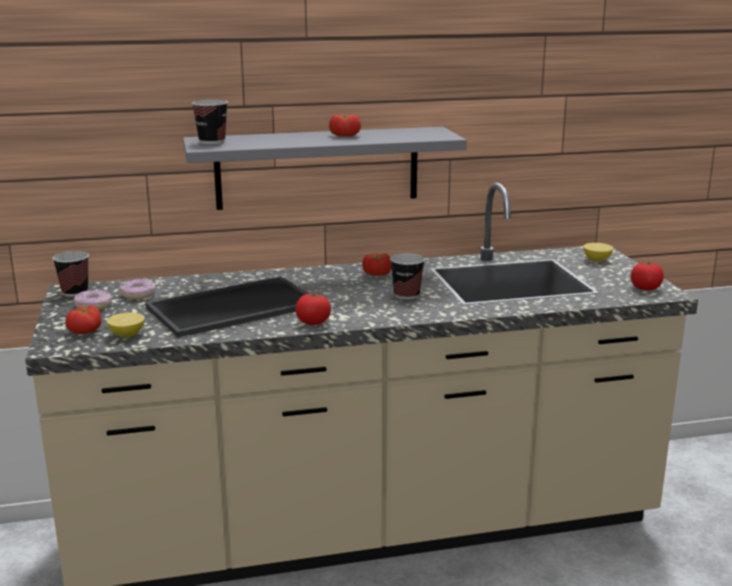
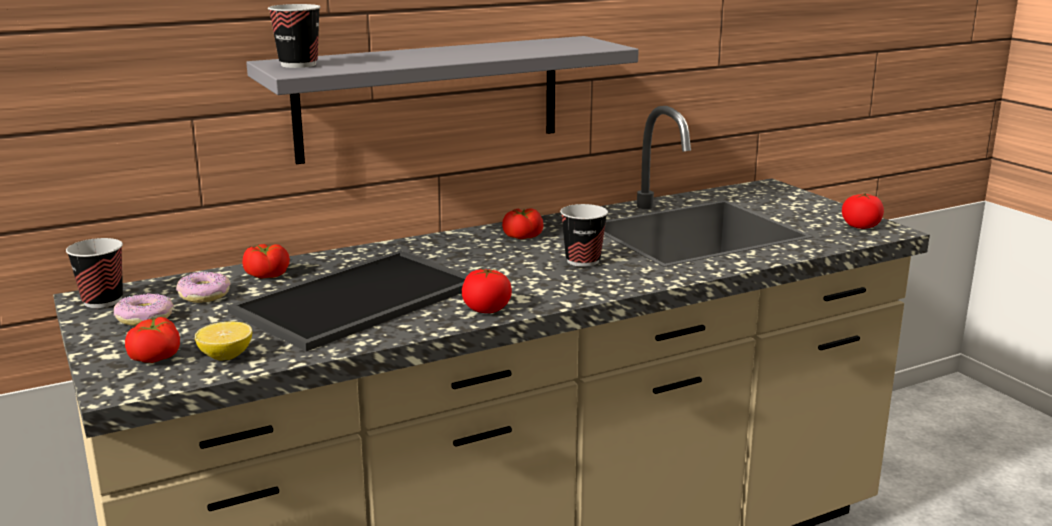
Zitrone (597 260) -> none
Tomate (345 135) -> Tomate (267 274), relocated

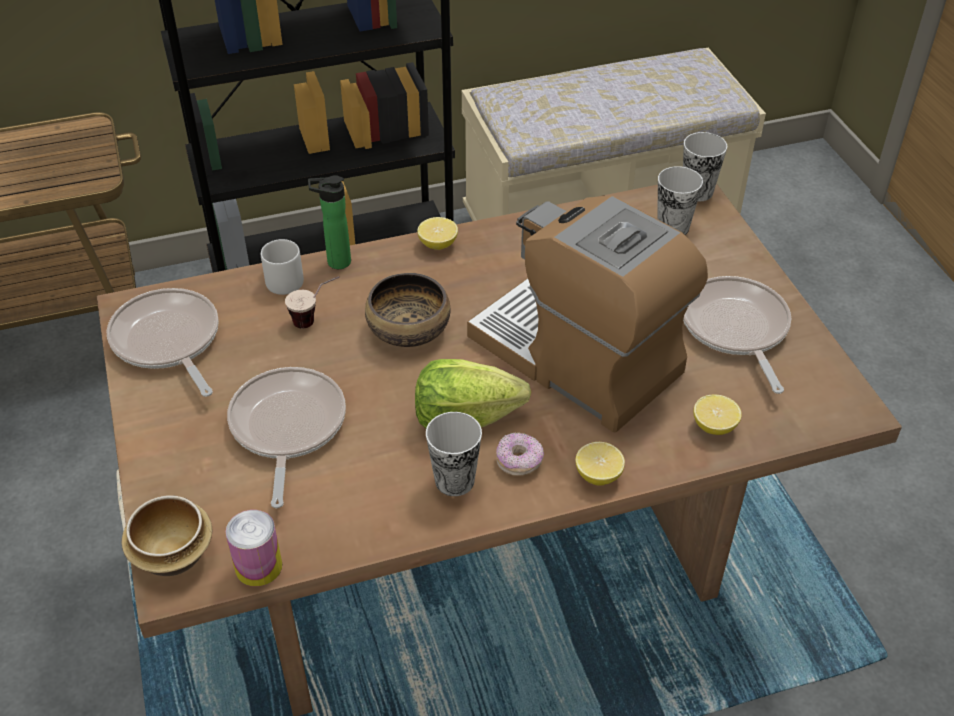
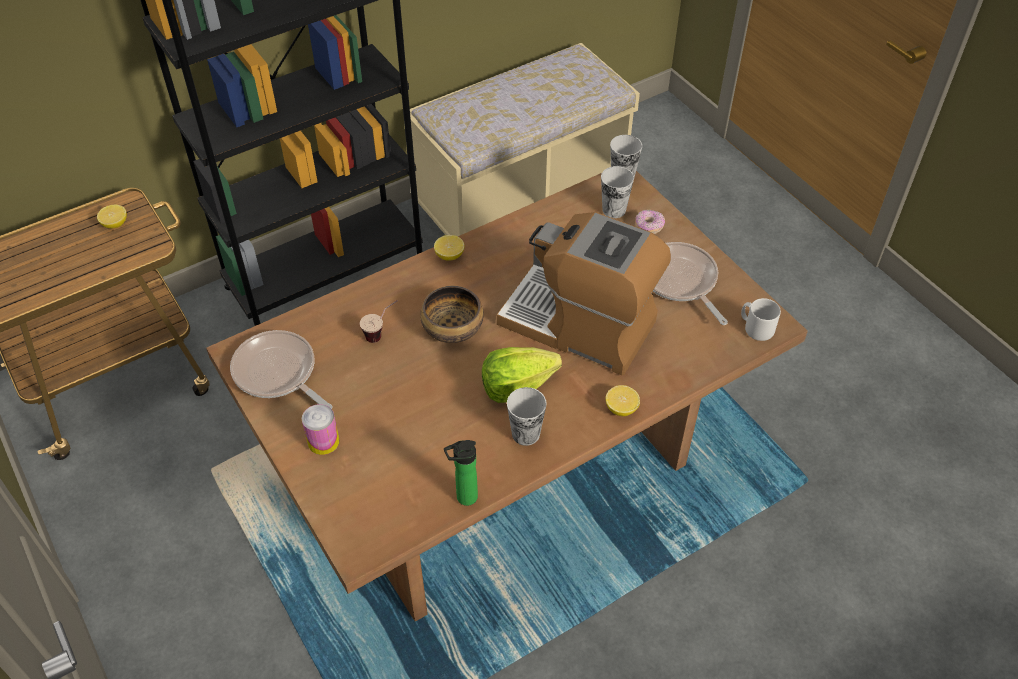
Schüssel (174 553) -> none
Pfanne (287 427) -> none
Dose (258 566) -> Dose (323 441), relocated
Henkelbecher (grau) (282 280) -> Henkelbecher (grau) (756 328), relocated
Flasche (335 262) -> Flasche (463 498), relocated
Donut (519 461) -> Donut (649 227), relocated
Zitrone (714 426) -> Zitrone (115 224), relocated

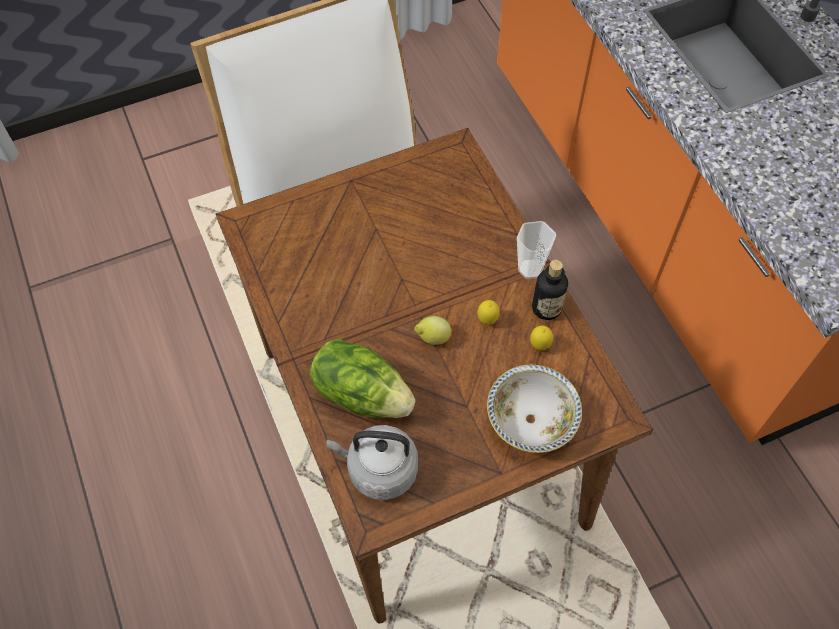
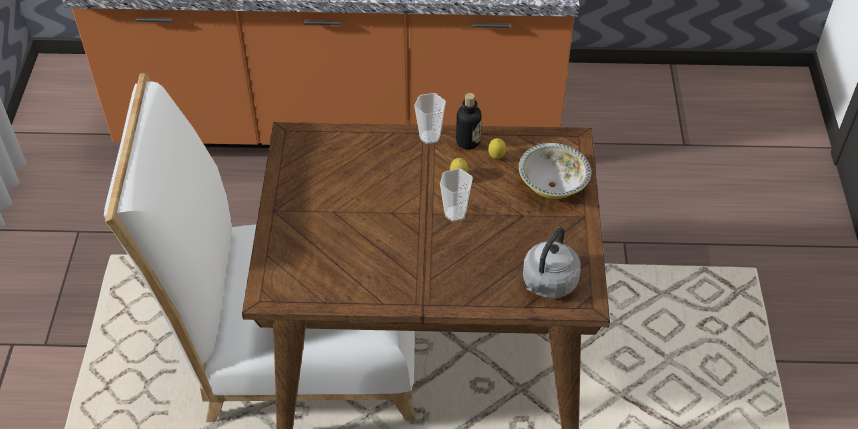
Salatkopf (362 393) -> none
Zitrone (432 338) -> Tasse (455 213)

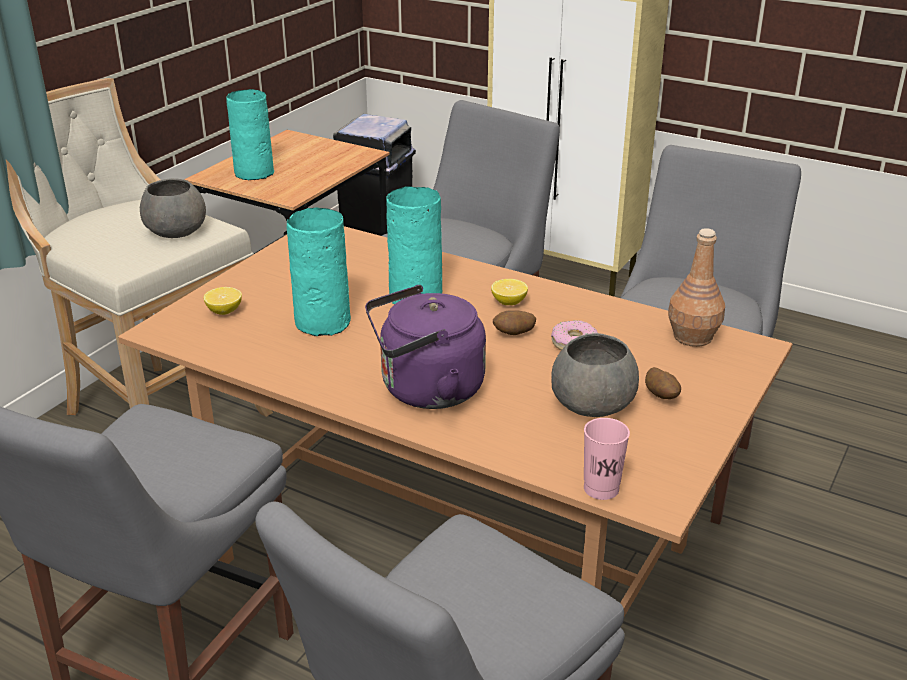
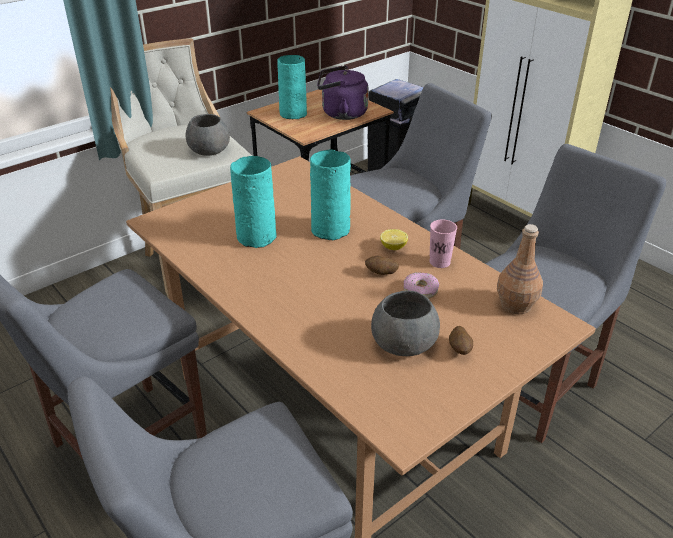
Zitrone (224 311) -> none
Wasserkessel (lila) (426 390) -> Wasserkessel (lila) (341 113), relocated
Tasse (rosa) (601 489) -> Tasse (rosa) (439 262), relocated

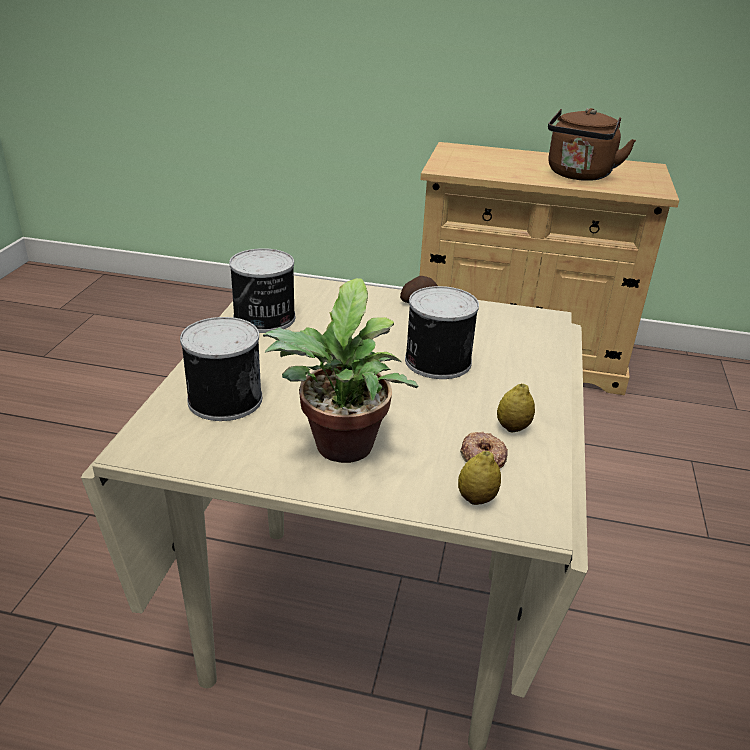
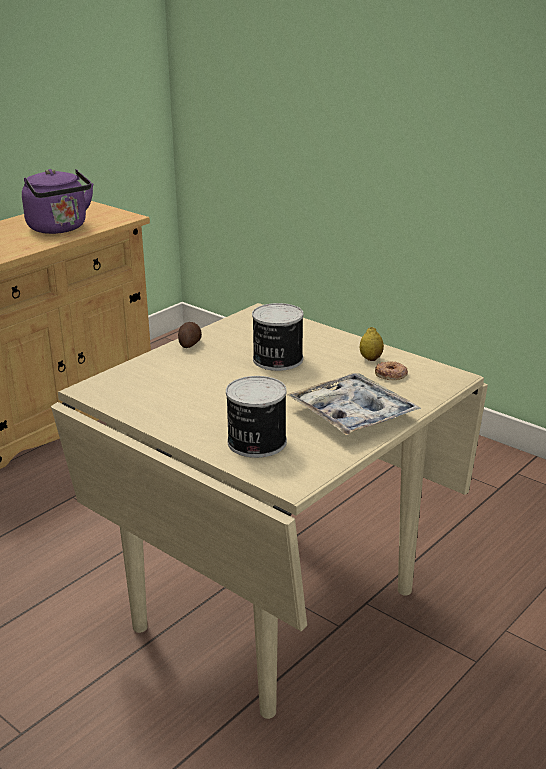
Dose (264 319) -> none
Zitrone (476 499) -> none
Topfpflanze (341 450) -> Tablett (352 414)
Wasserkessel (braun) (578 175) -> Wasserkessel (lila) (59 228)

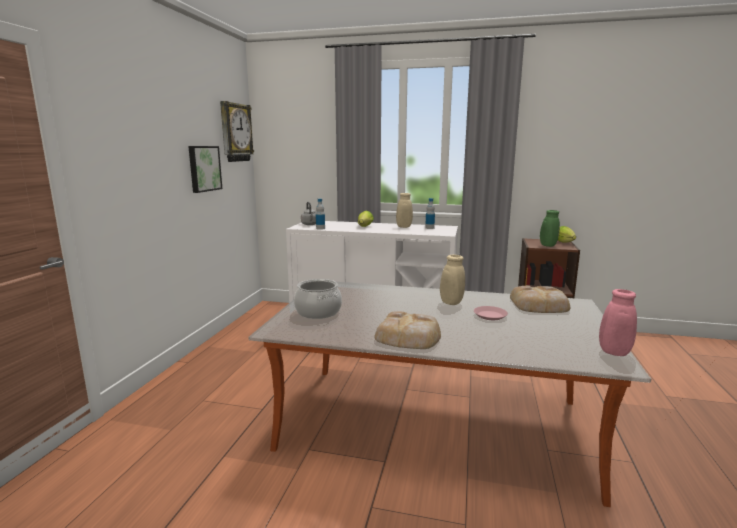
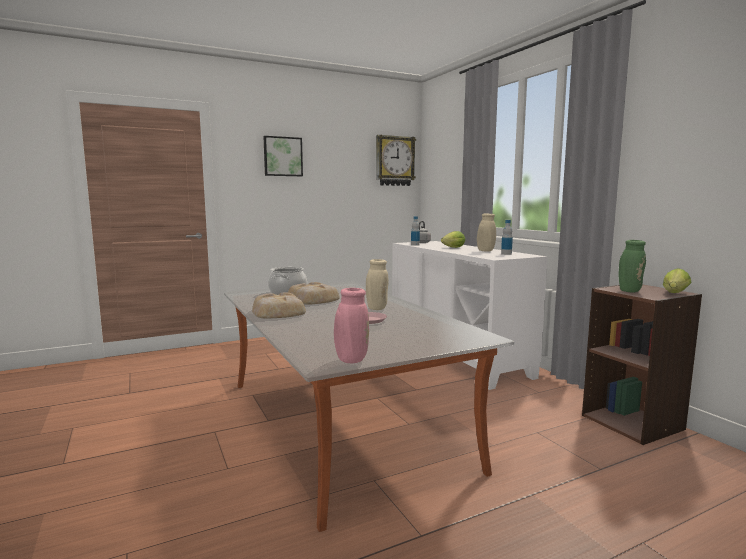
Bild (203 168) -> Bild (282 156), relocated
Brot (540 305) -> Brot (313 299), relocated

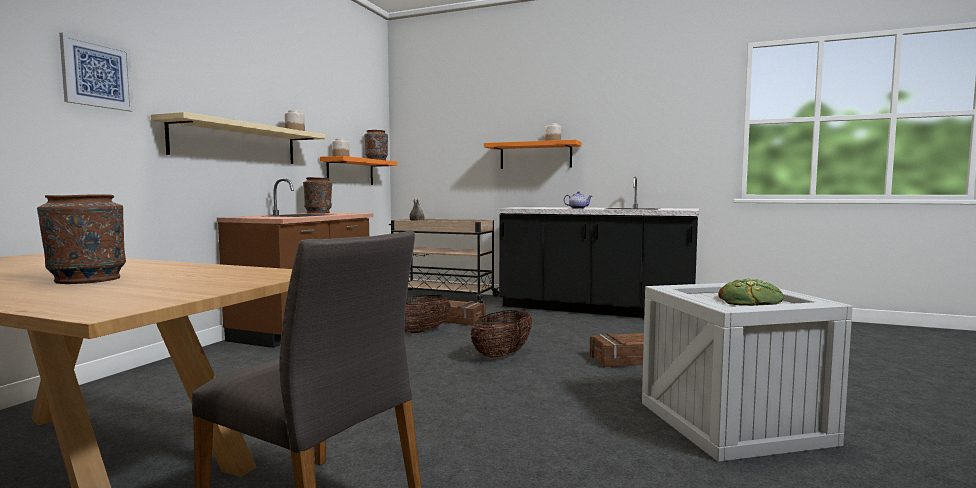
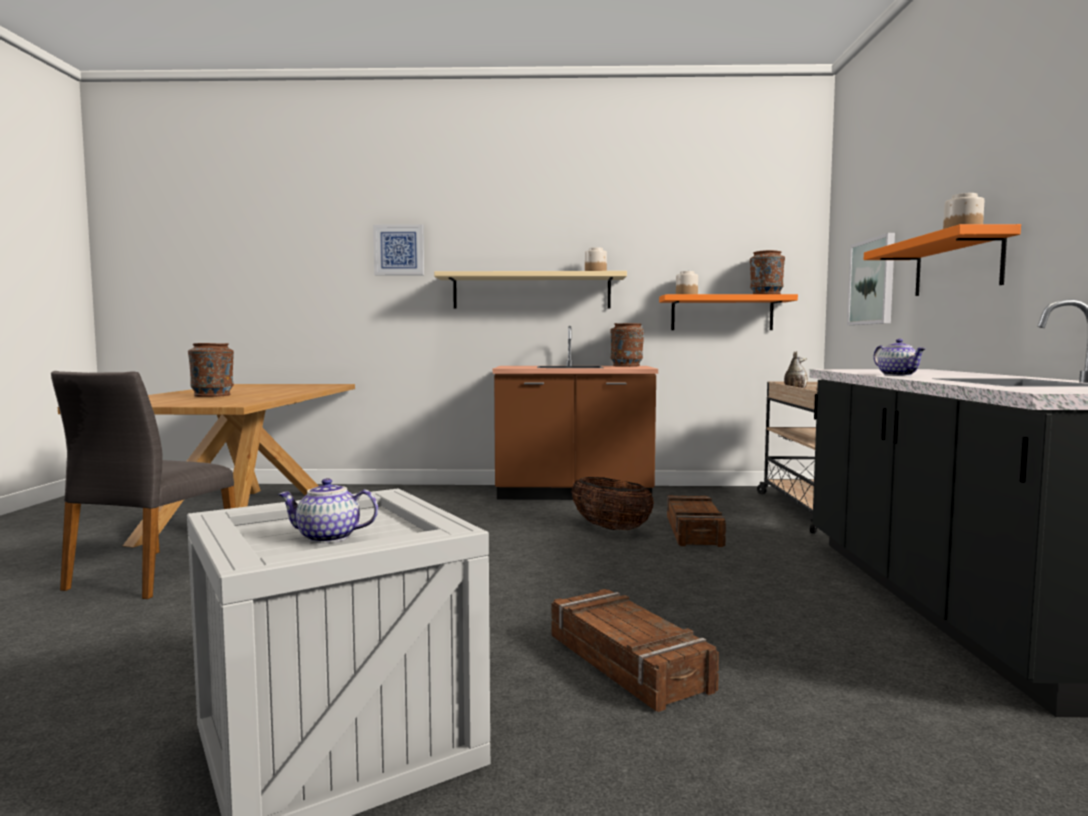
Korb (502 355) -> none
none -> Bild (872 282)
Brot (750 301) -> Teekanne (327 538)

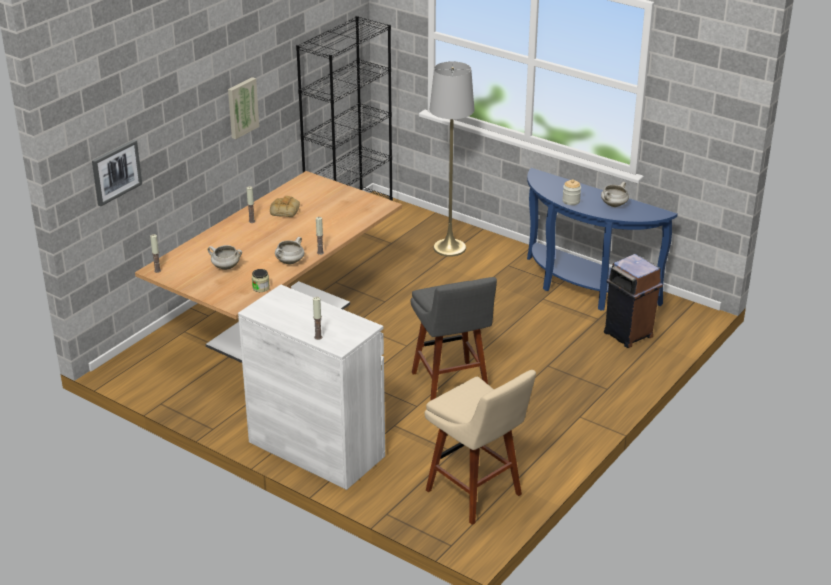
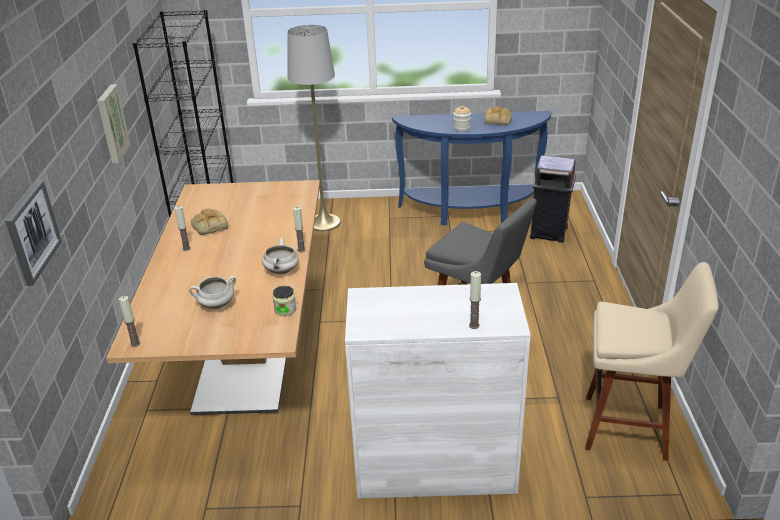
Kochtopf (weiß) (614 205) -> Brot (498 120)

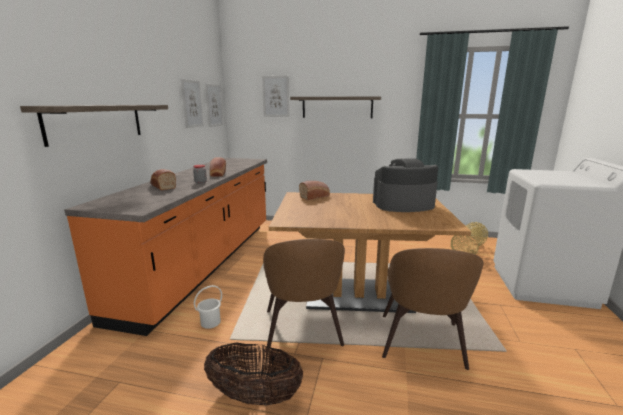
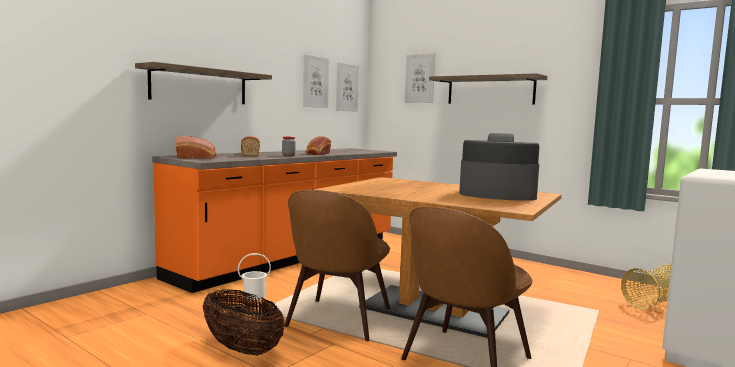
Brot (315 196) -> Brot (197 157), relocated

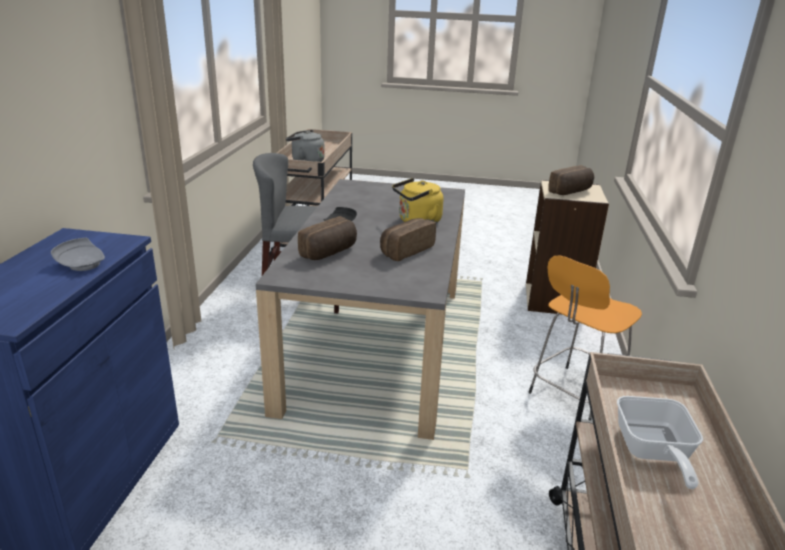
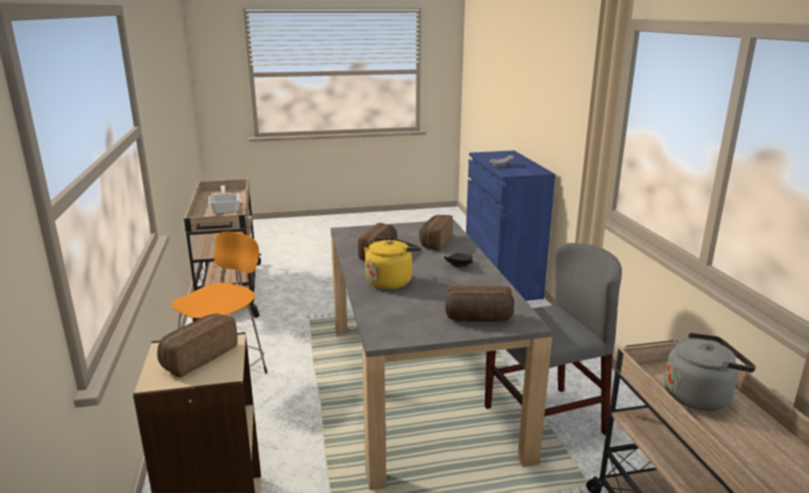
none -> Brot (478 319)

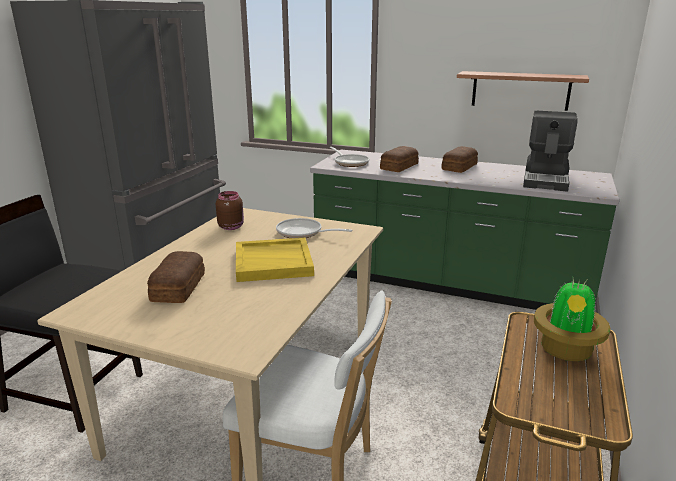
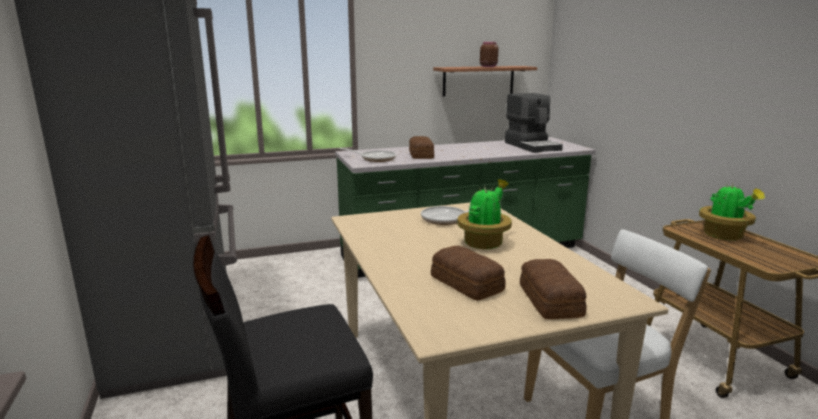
Vorratsglas (braun) (231 227) -> Vorratsglas (braun) (488 66), relocated
Brot (458 167) -> Brot (549 301), relocated
Tablett (gelb) (274 262) -> Topfpflanze (484 243)

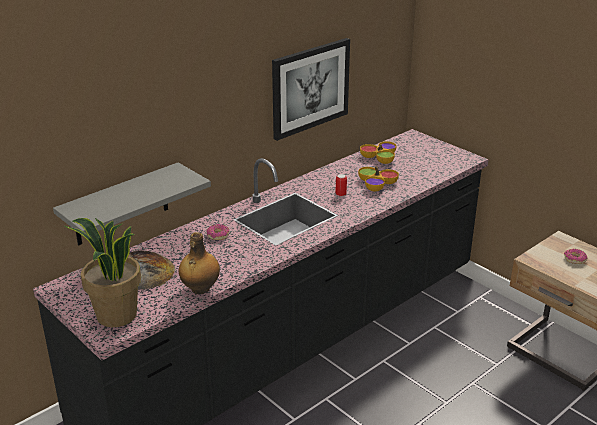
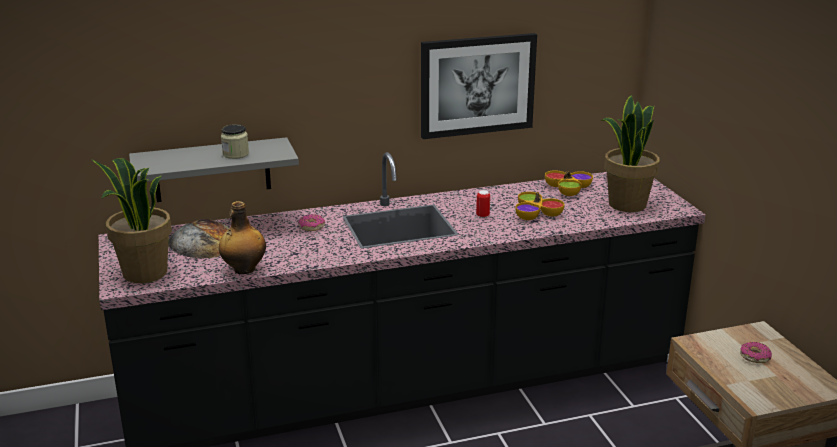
none -> Vorratsglas (235 154)
none -> Topfpflanze (626 204)

